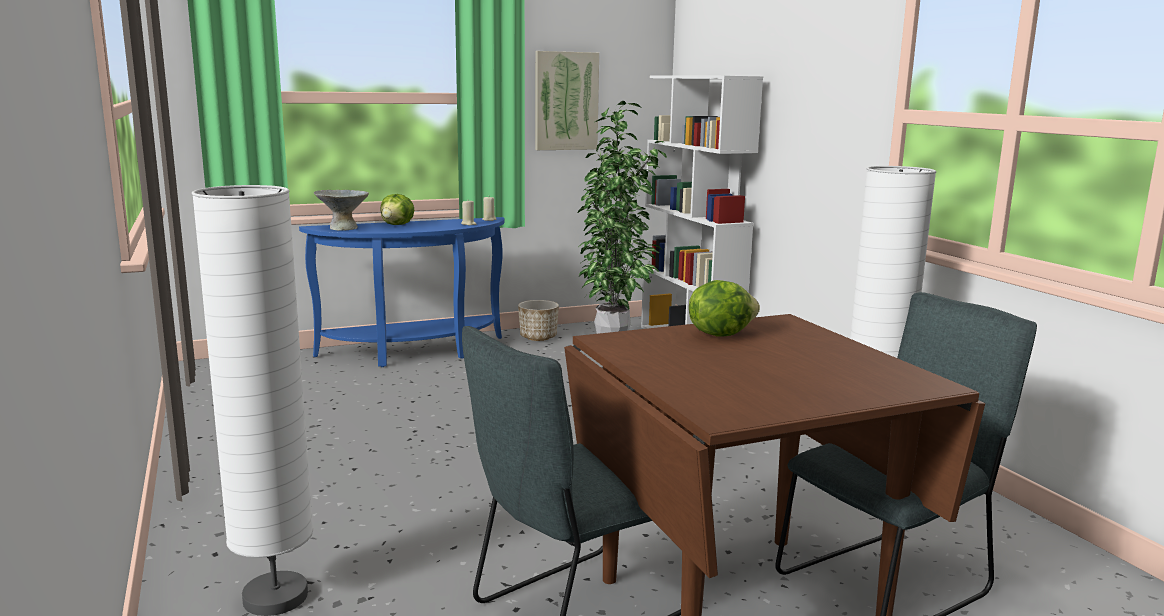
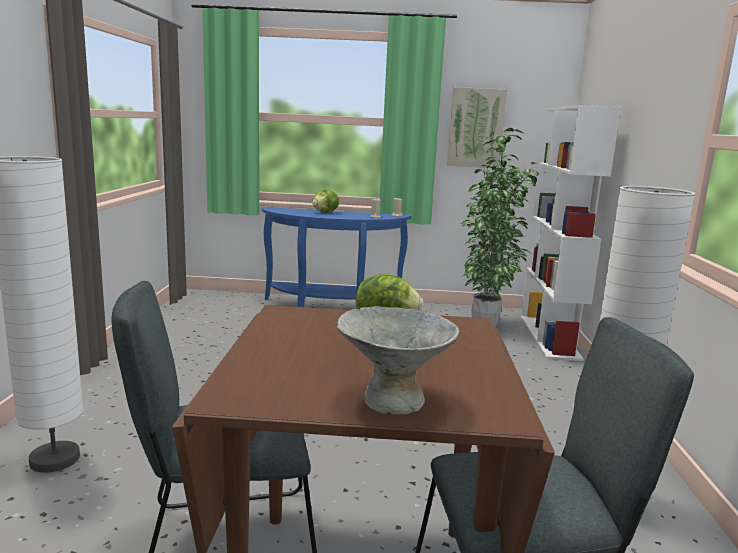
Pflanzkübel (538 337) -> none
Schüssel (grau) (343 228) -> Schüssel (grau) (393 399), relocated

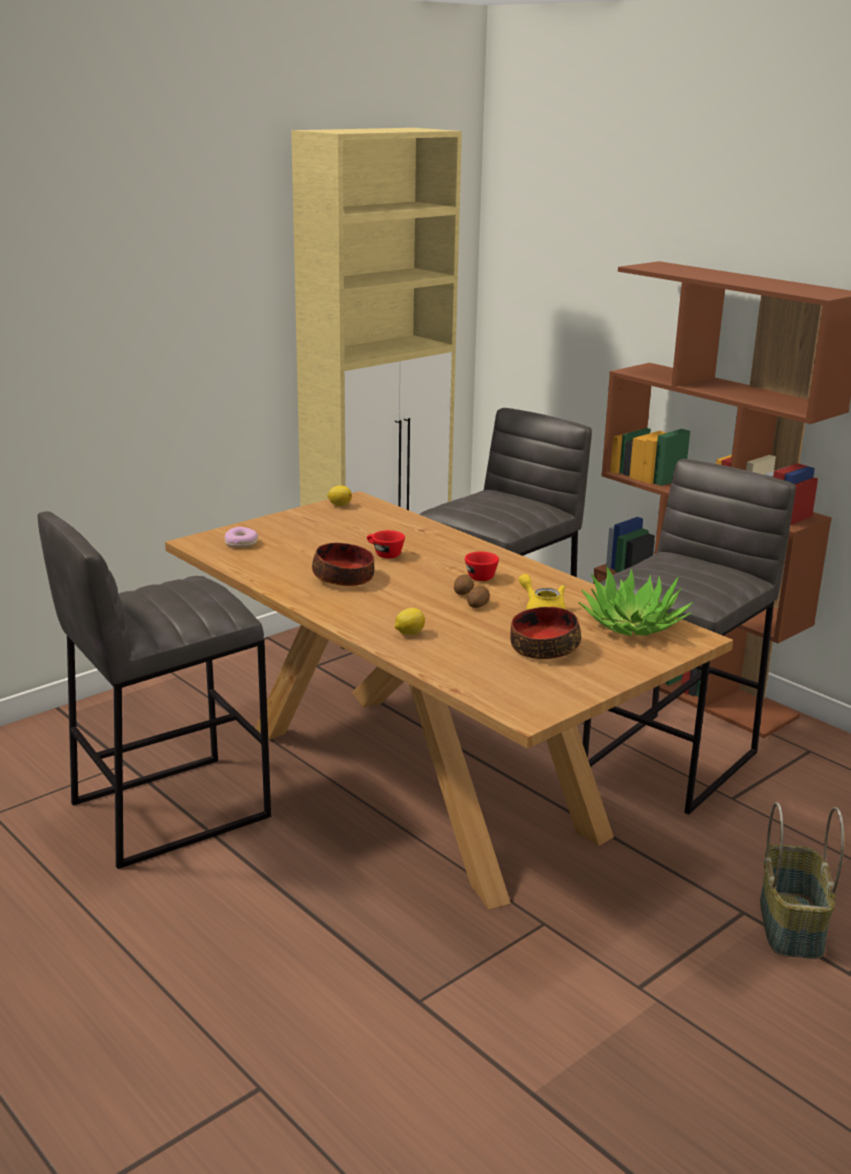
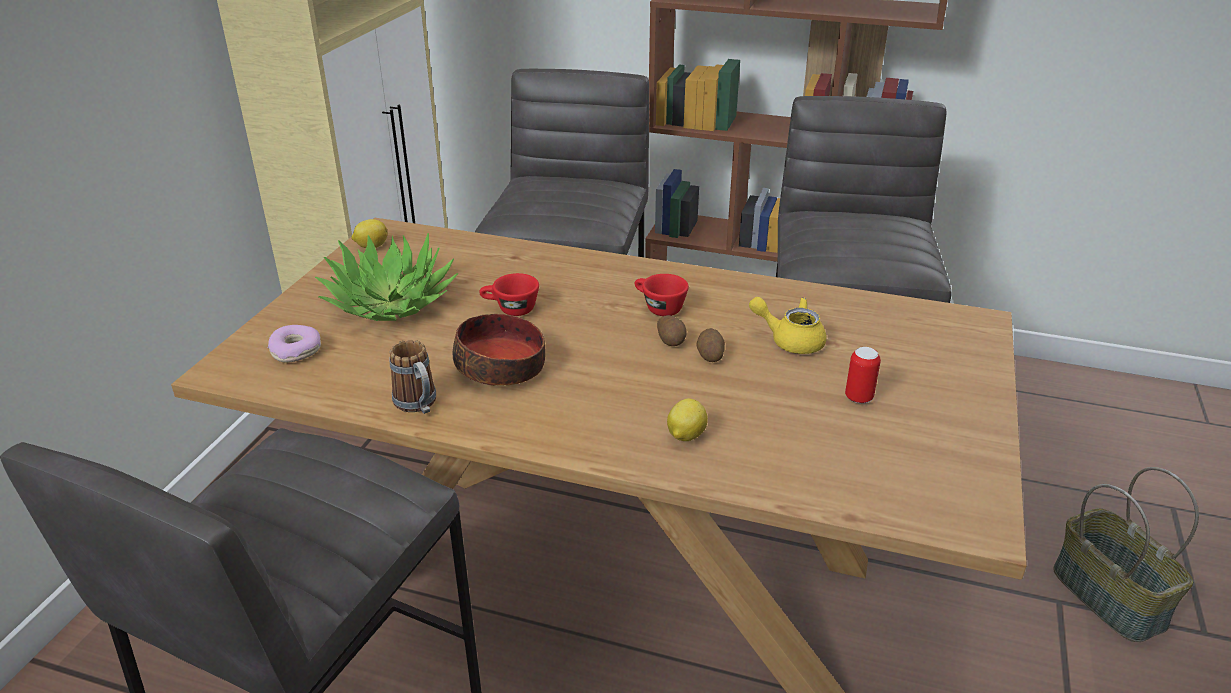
none -> Henkelbecher (419 405)
Topfpflanze (632 624) -> Topfpflanze (390 302), relocated
Schüssel (543 647) -> Dose (858 398)

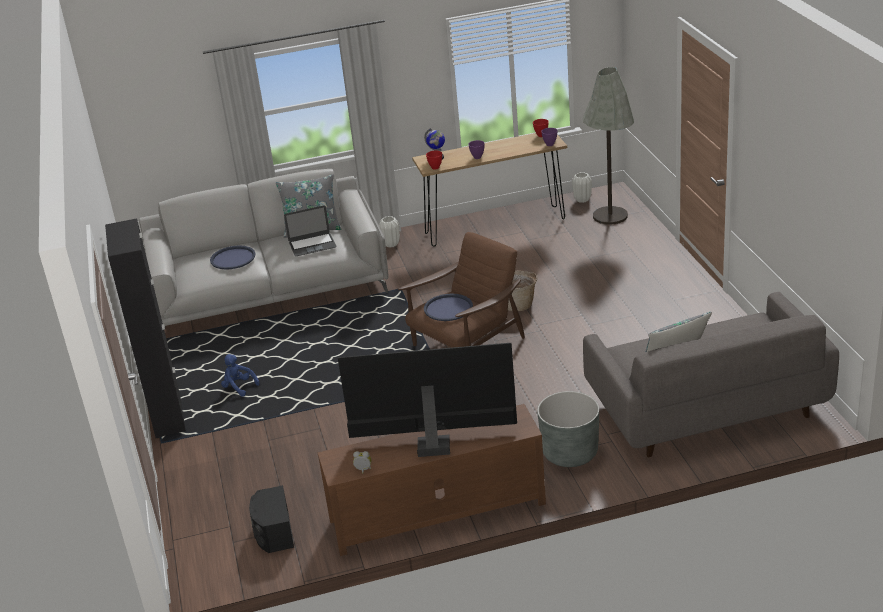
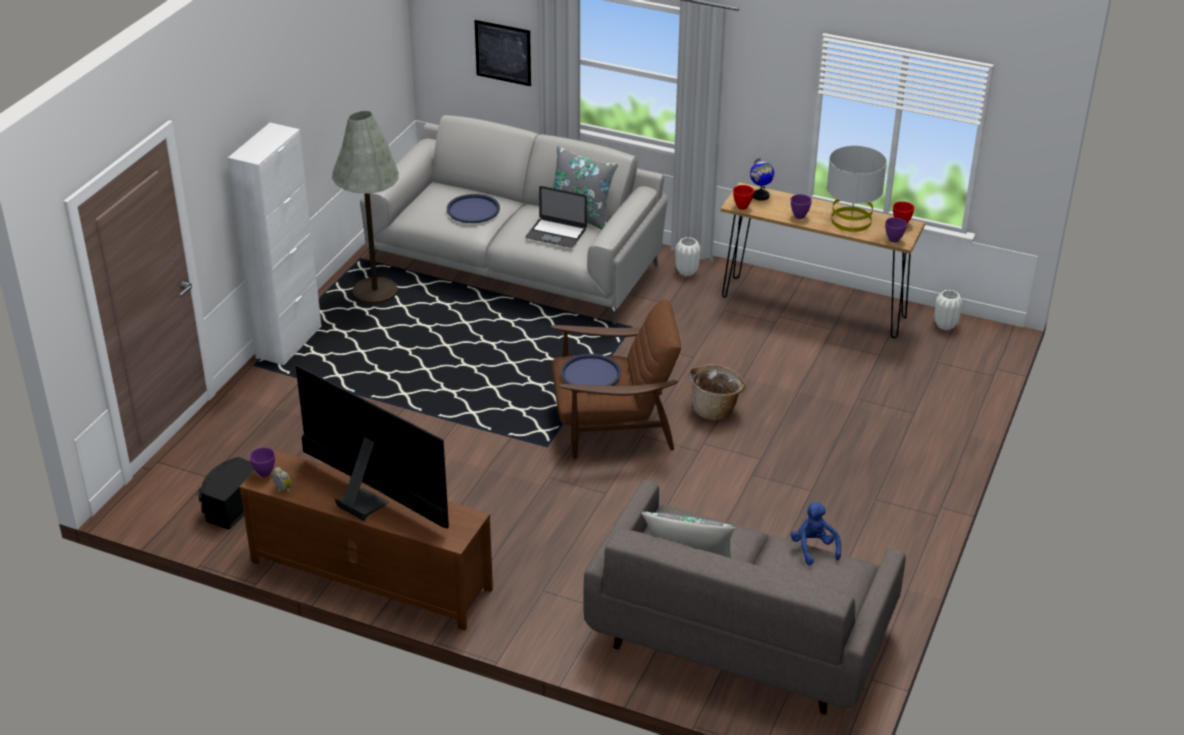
Pflanzkübel (grau) (570 453) -> none
none -> Schüssel (lila) (264 473)
none -> Bild (503 52)
none -> Tischlampe (grau) (851 221)
Plüschtier (blau) (239 387) -> Plüschtier (blau) (813 548), relocated
Stehlampe (grau) (610 216) -> Stehlampe (grau) (375 291), relocated
Schrank (schwarz) (168 416) -> Schrank (weiß) (289 342)

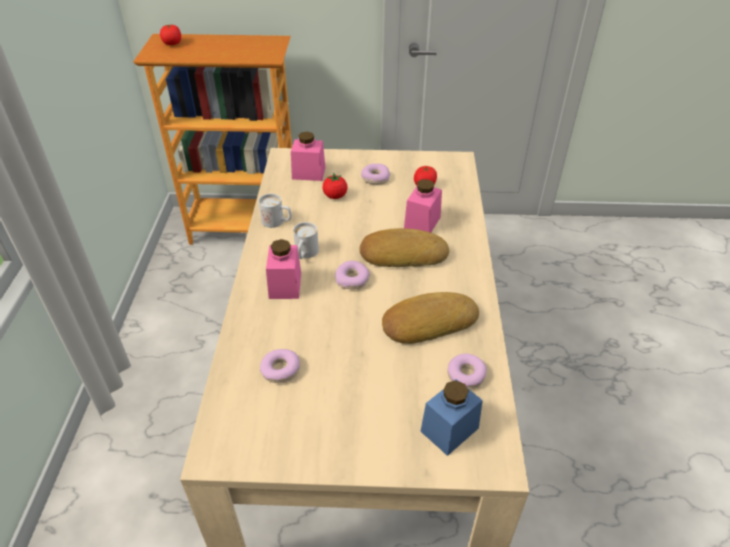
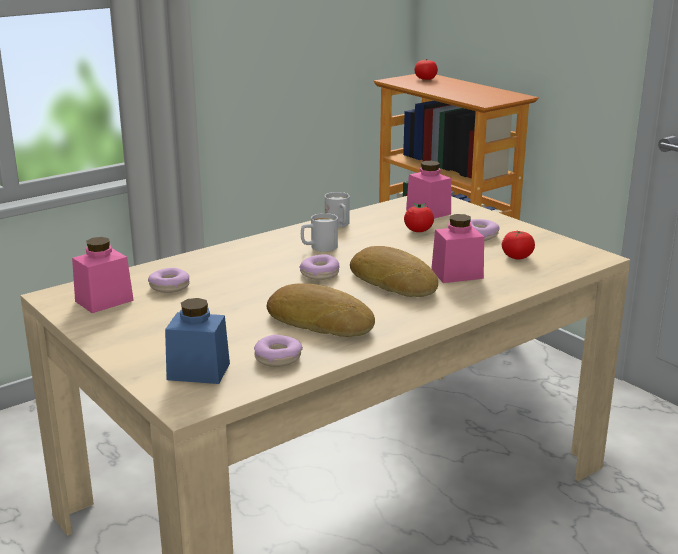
Vorratsglas (rosa) (285 285) -> Vorratsglas (rosa) (104 301), relocated

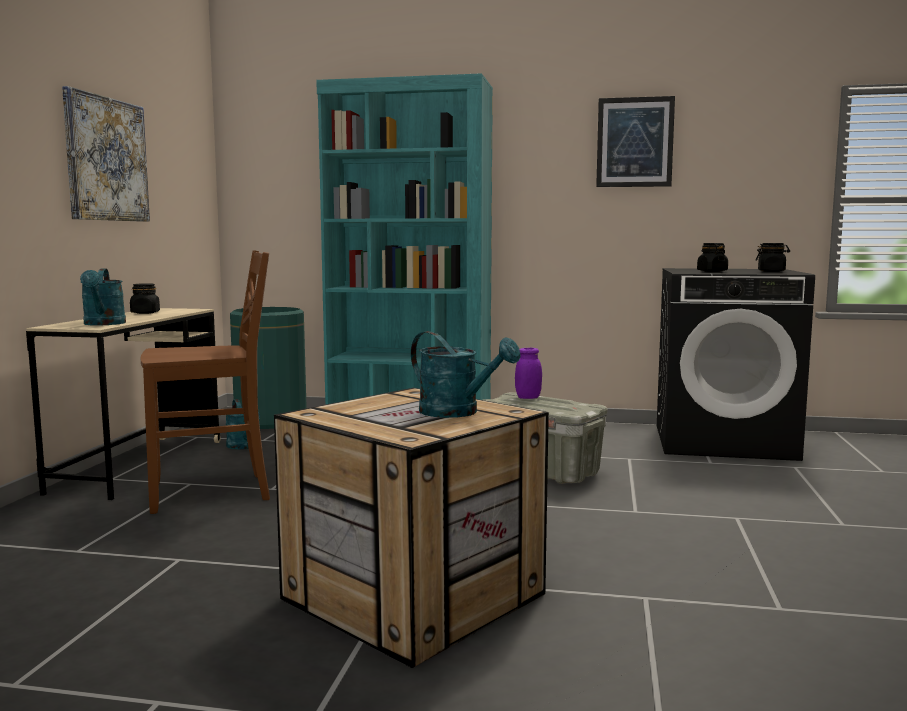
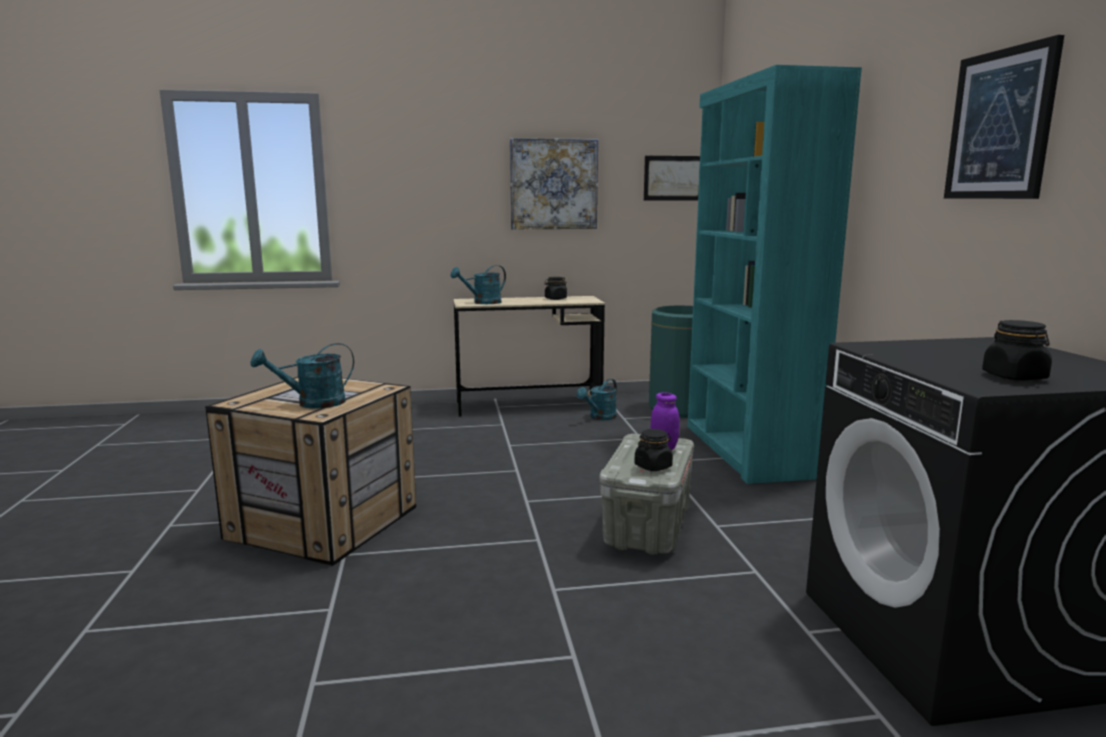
Stuhl (braun) (212 492) -> none
none -> Bild (674 178)
Vorratsglas (schwarz) (712 271) -> Vorratsglas (schwarz) (653 466), relocated
Gießkanne (türkis) (458 413) -> Gießkanne (türkis) (312 403), 45 degrees clockwise

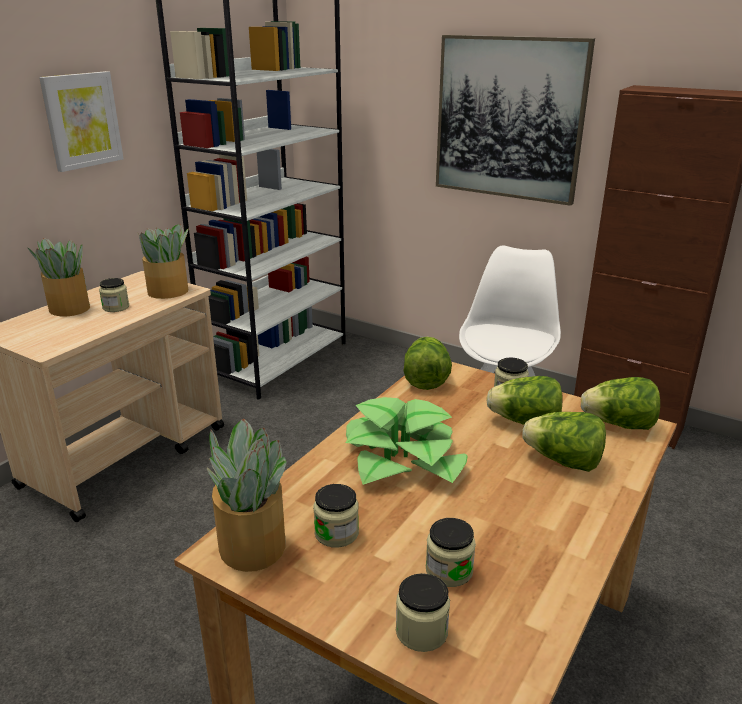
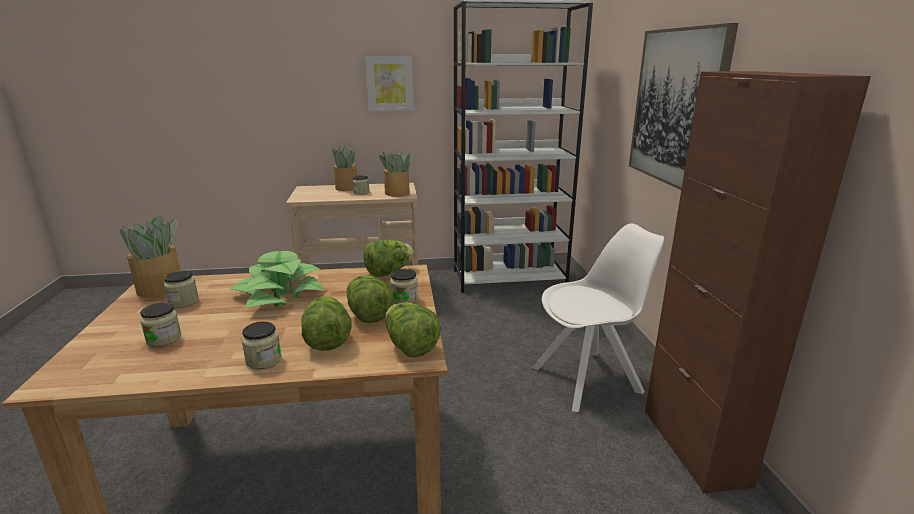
Vorratsglas (421 631) -> Vorratsglas (263 360), relocated

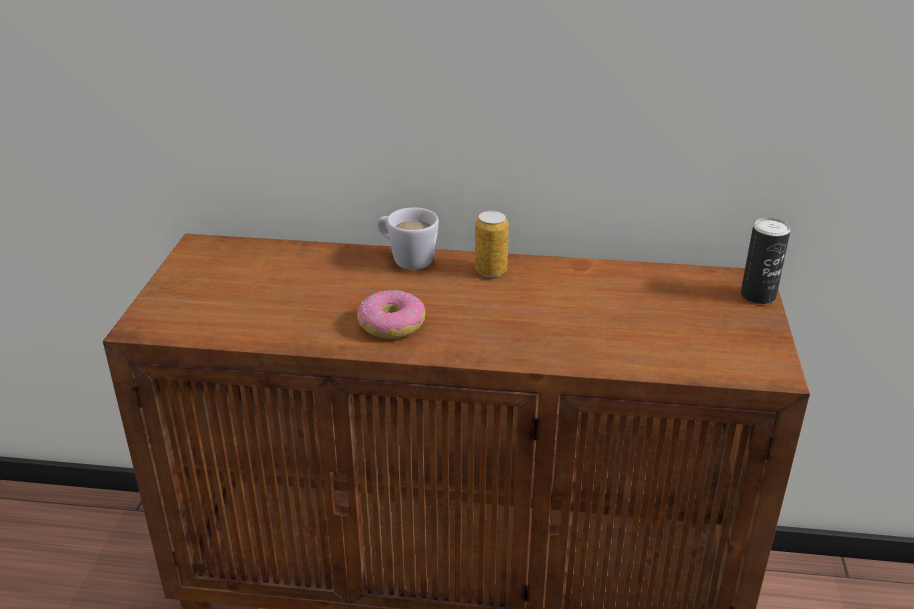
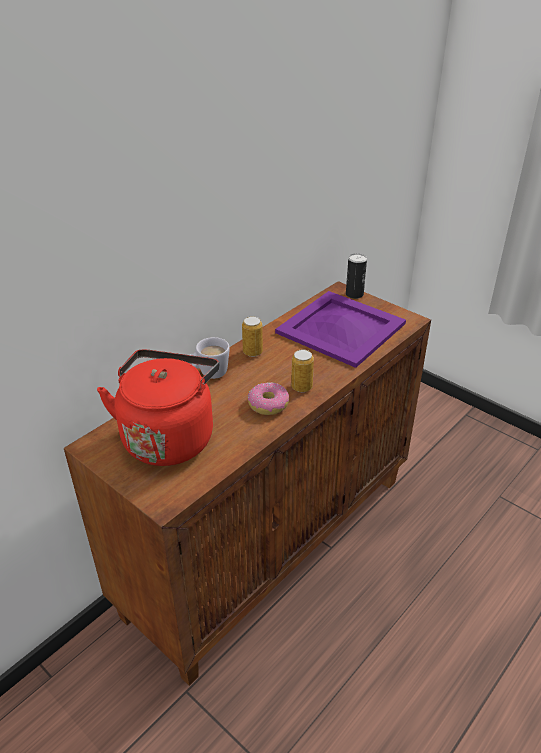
none -> Wasserkessel (rot) (169 436)
none -> Tablett (lila) (340 327)
none -> Dose (301 387)

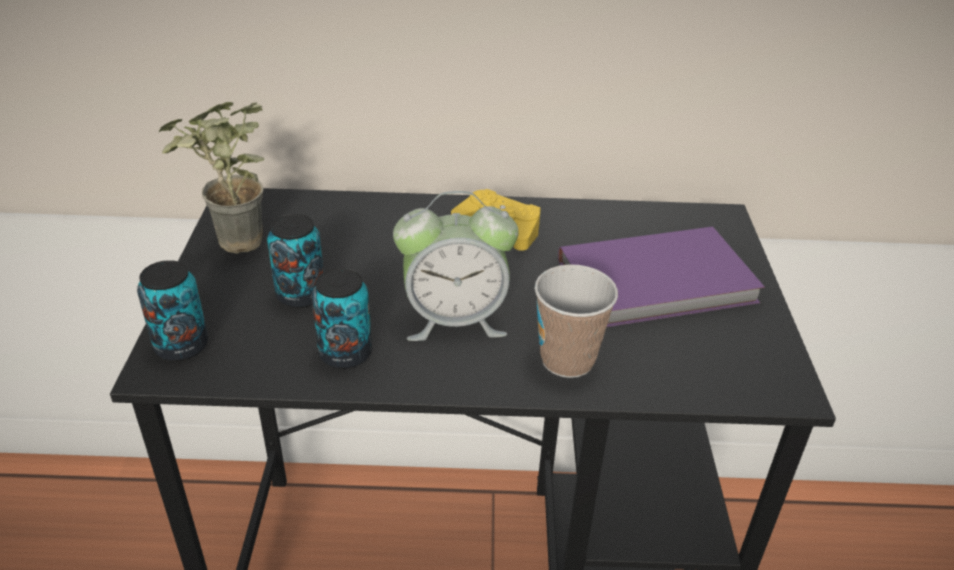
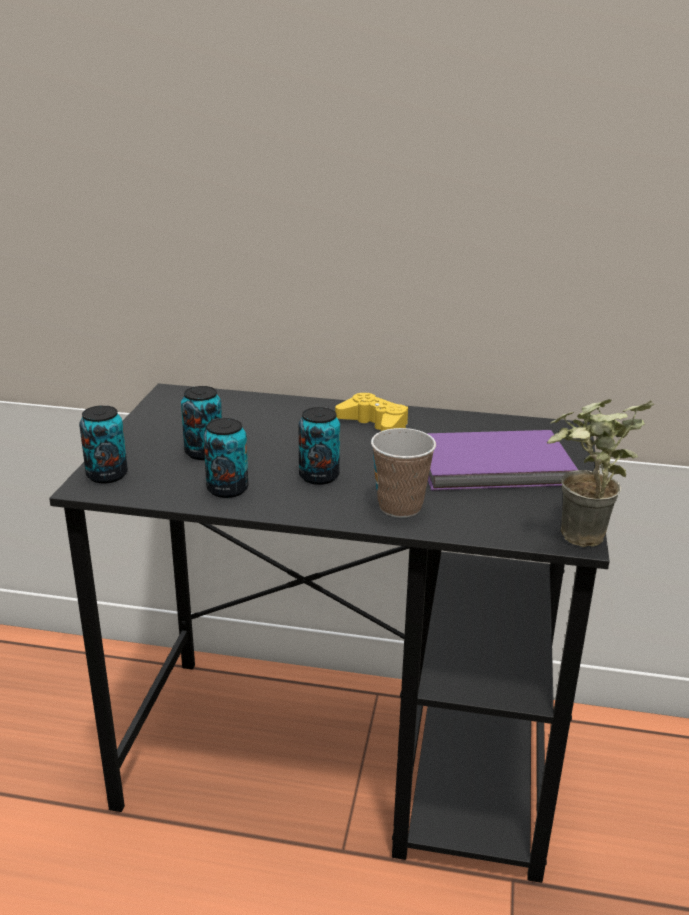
Topfpflanze (231 249) -> Topfpflanze (576 542), relocated
Wecker (455 320) -> Dose (319 476)

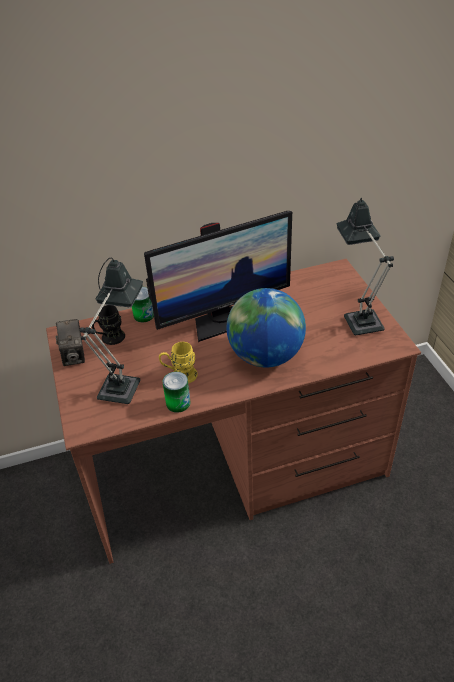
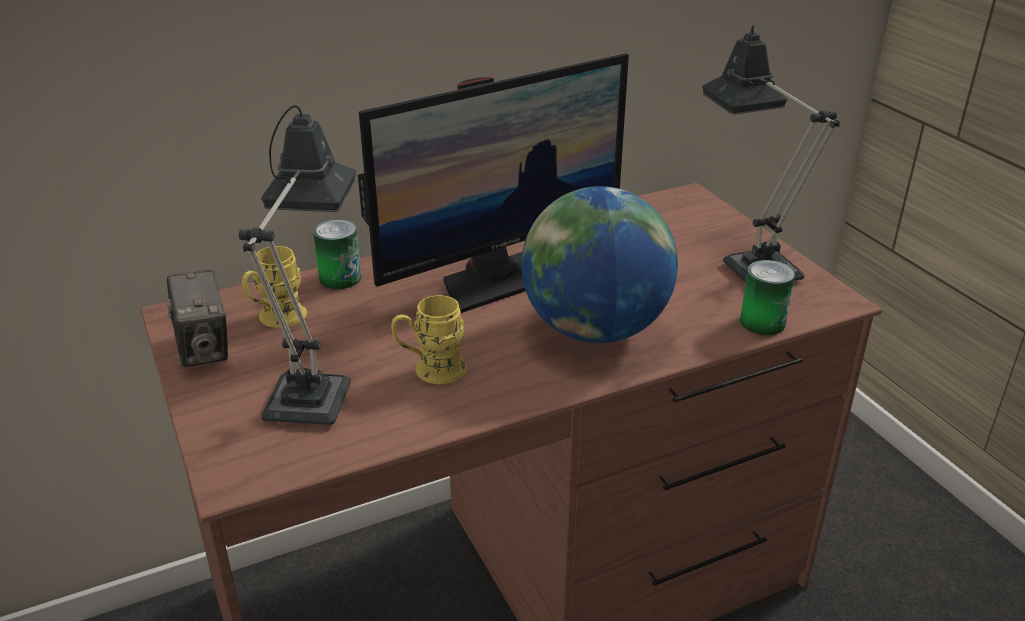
Dose (178 403) -> Dose (762 322), relocated
Henkelbecher (schwarz) (110 339) -> Henkelbecher (gelb) (276 319)

